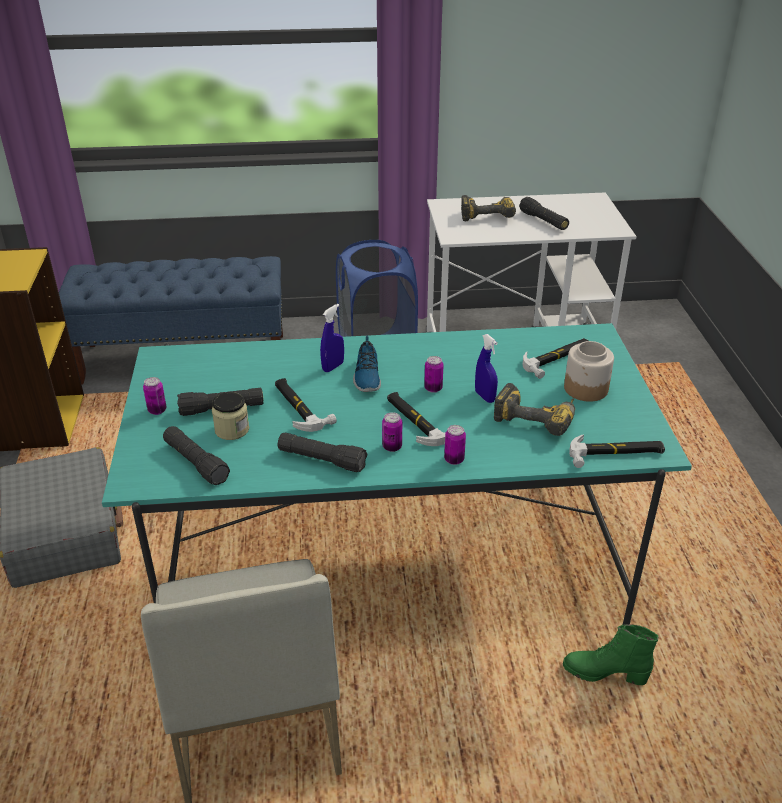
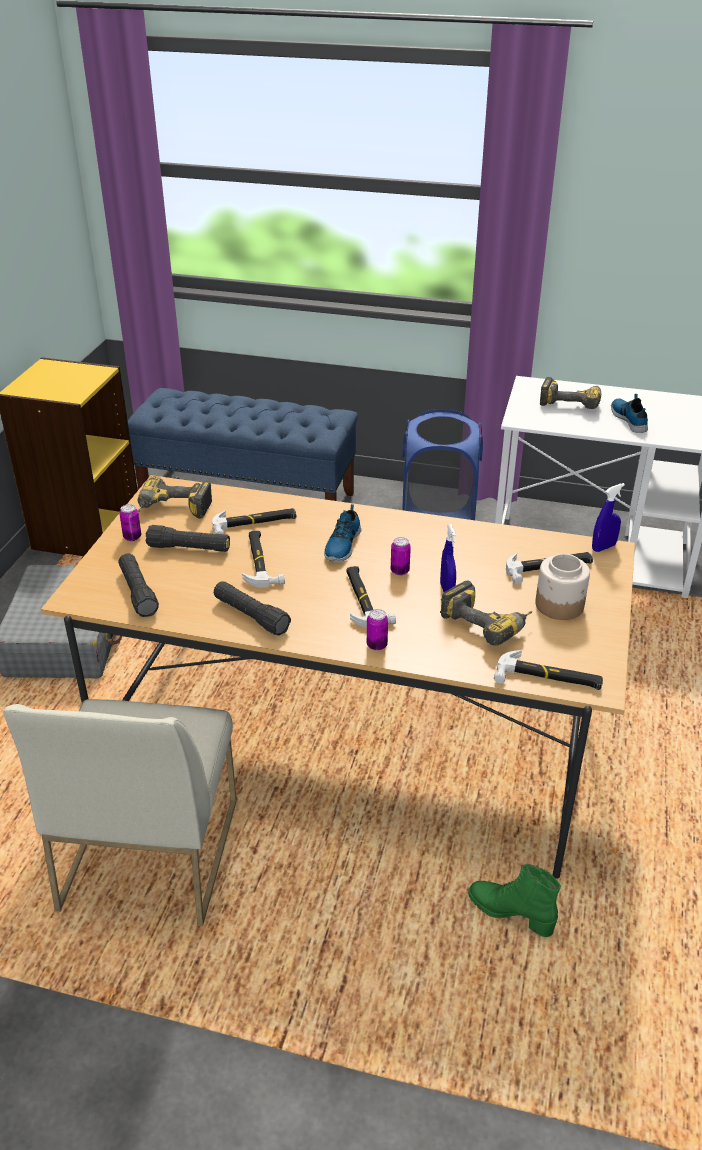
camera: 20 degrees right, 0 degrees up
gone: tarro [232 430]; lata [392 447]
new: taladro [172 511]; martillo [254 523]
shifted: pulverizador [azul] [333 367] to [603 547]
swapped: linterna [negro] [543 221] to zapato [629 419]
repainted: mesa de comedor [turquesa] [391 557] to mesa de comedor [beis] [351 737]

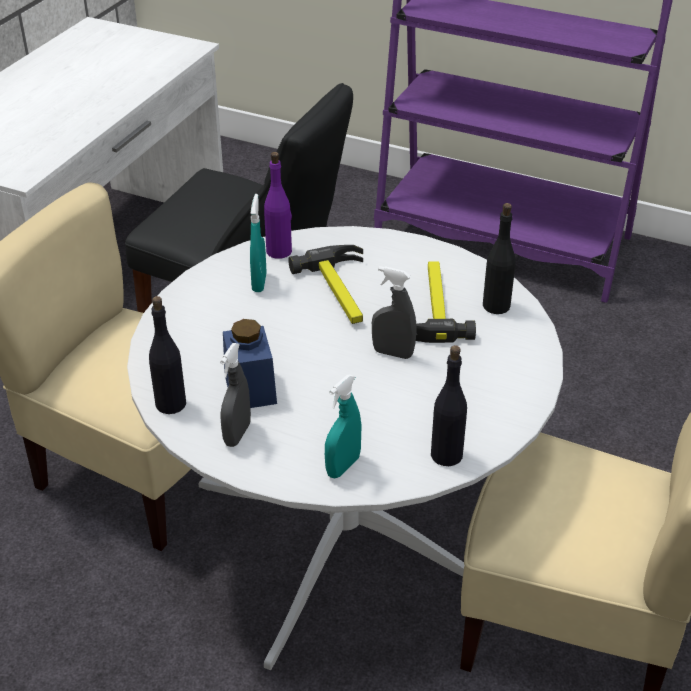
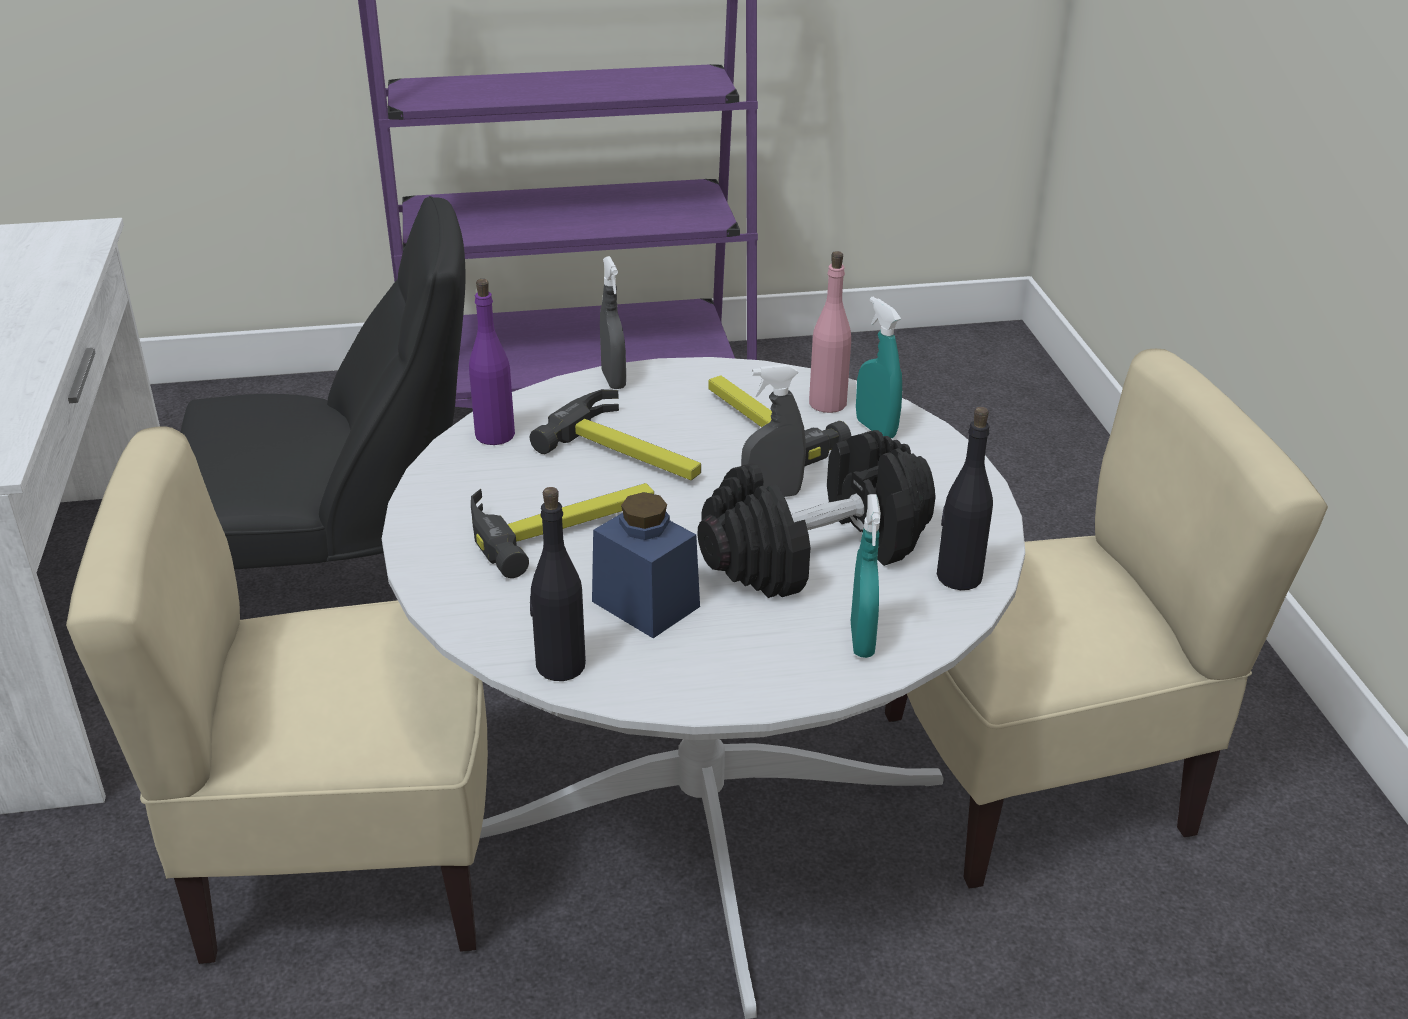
camera: 35 degrees left, 5 degrees down
new: mancuerna [negro] [816 553]; martillo [564 524]
shifted: pulverizador [turquesa] [259 283] to [875 429]; pulverizador [gris] [237 434] to [613 380]
repainted: botella [negro] [496 306] to botella [rosa] [827 403]

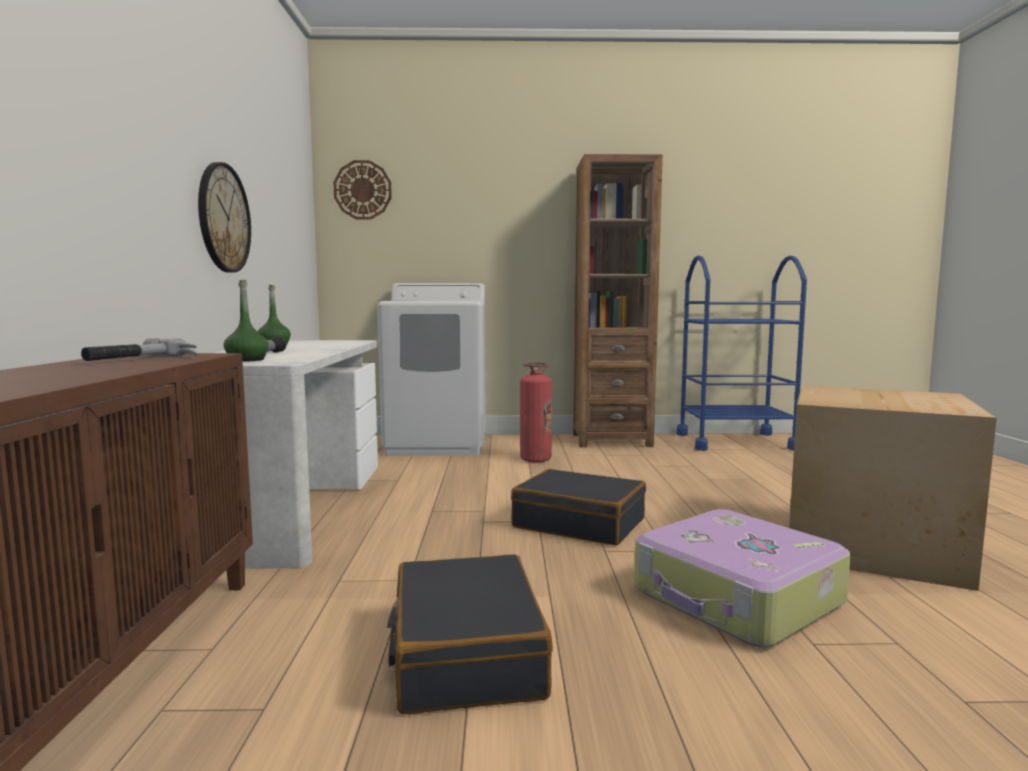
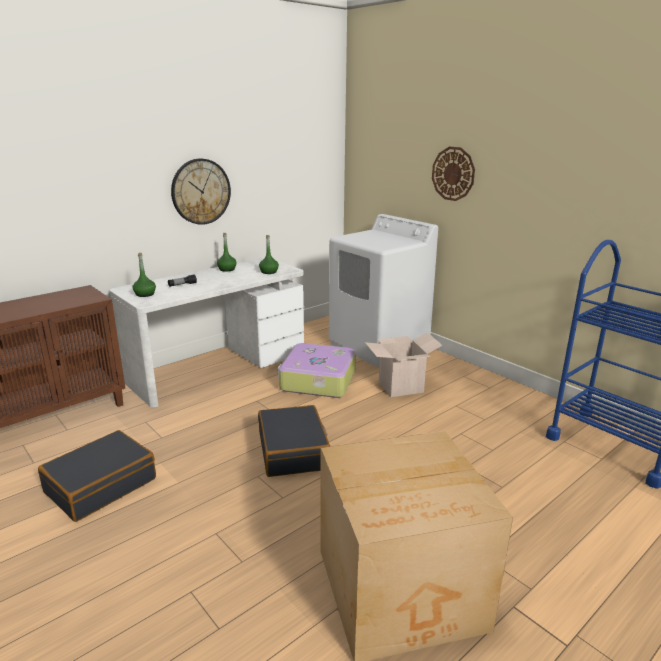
camera: 50 degrees right, 15 degrees up
gone: estantería [marrón] [611 440]; martillo [142 360]
new: botella [verde] [269 272]
shifted: reloj de pared [362 190] to [453 173]; maleta [737 598] to [317 380]
swapped: extintor [535 459] to caja de cartón [400 387]

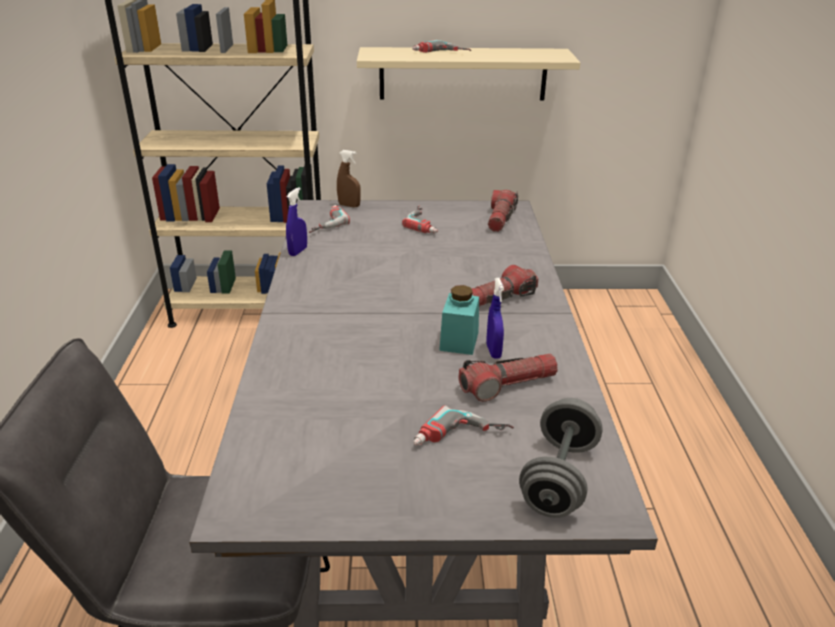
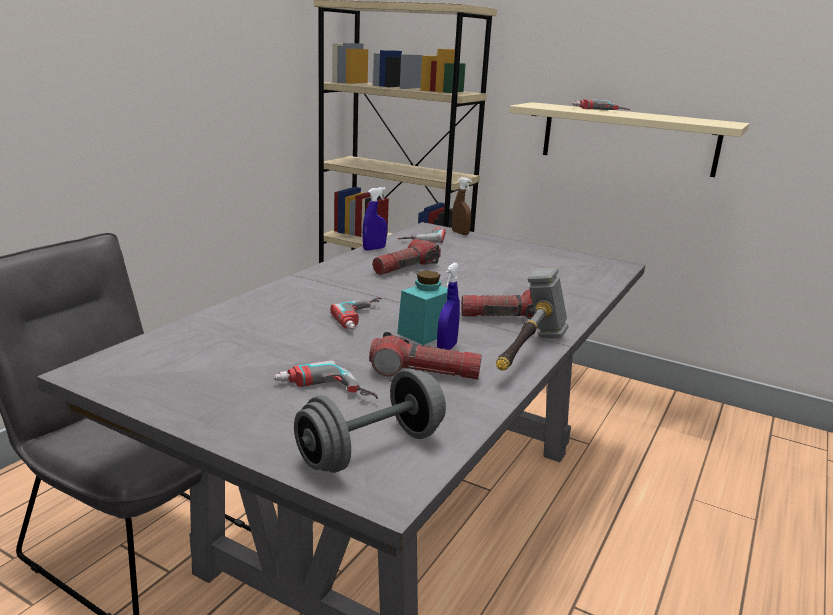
camera: 30 degrees right, 10 degrees down
new: martillo [528 354]
shifted: linterna [500 219] to [406 268]; taladro [426 223] to [365 318]

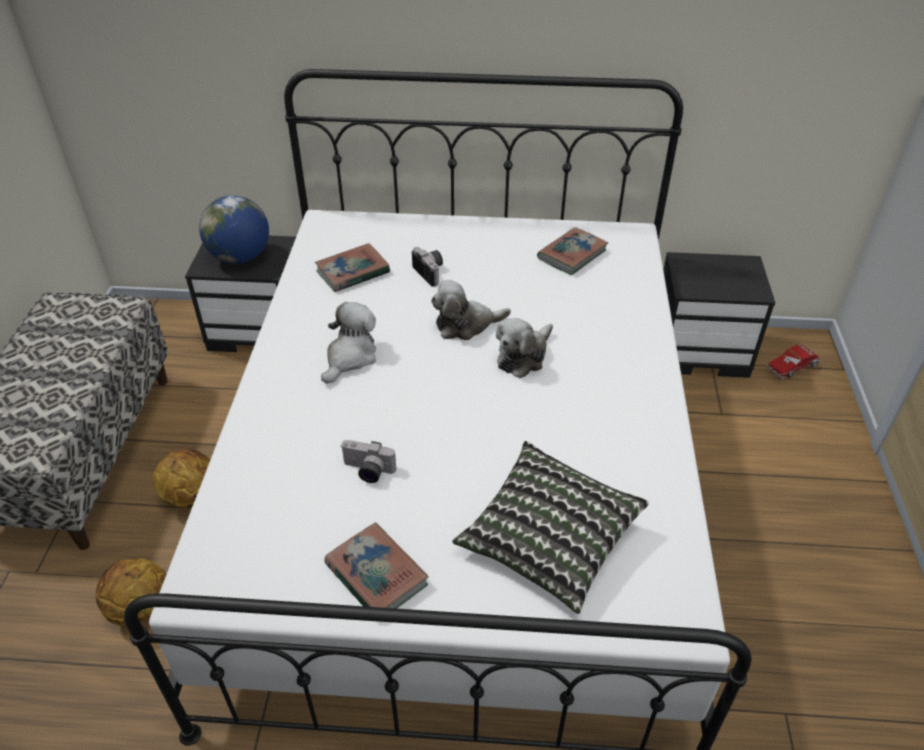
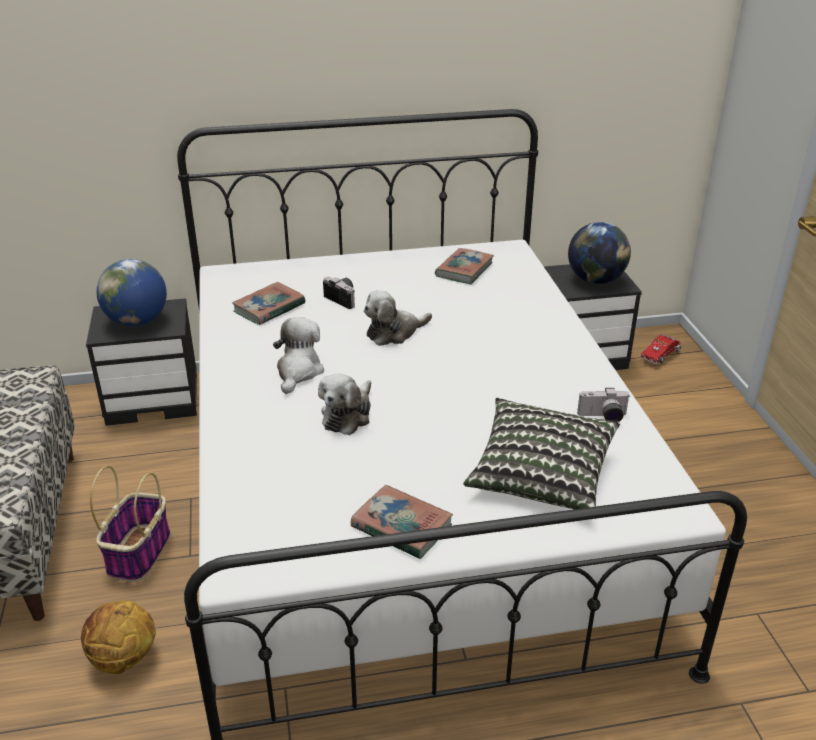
camera: 15 degrees left, 10 degrees down
new: globo terráqueo [595 280]
shifted: peluche [523 356] to [348 415]; cámara [367 471] to [603 417]
swapped: balón de baloncesto [191 496] to cesta [139 552]

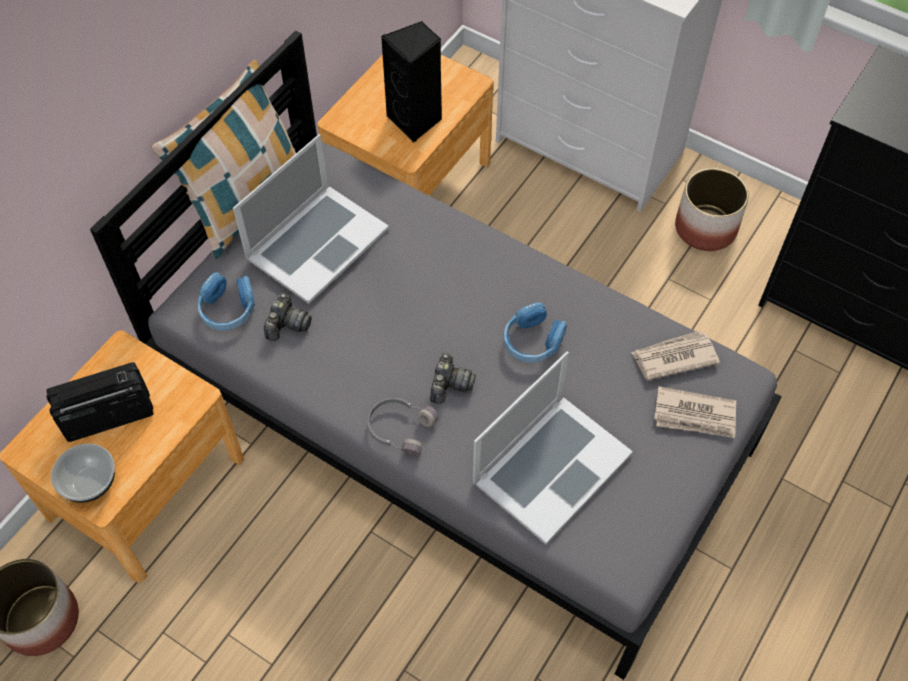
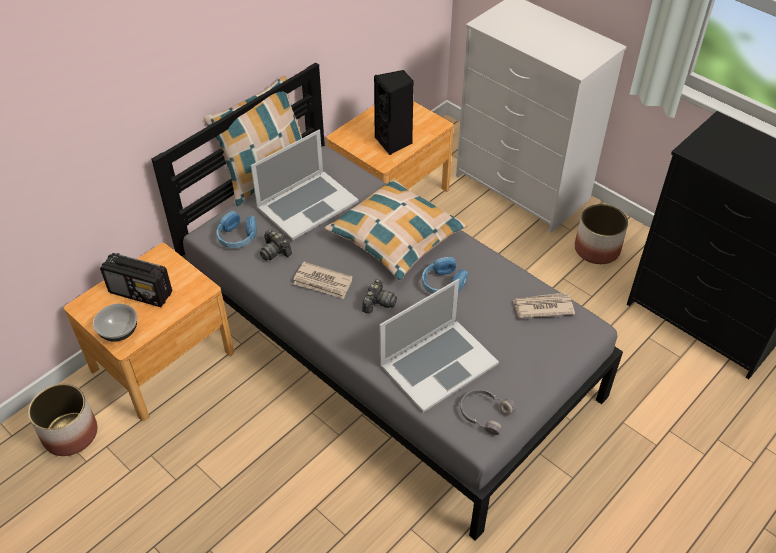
camera: 10 degrees right, 10 degrees down
new: cojín [396 236]
shifted: periódico [695 415] to [323 282]; auriculares [gris] [400 428] to [484 413]
rotated: cámara [287 325] = [275 251] 105 degrees clockwise; radio [107 416] = [141 293] 150 degrees counterclockwise

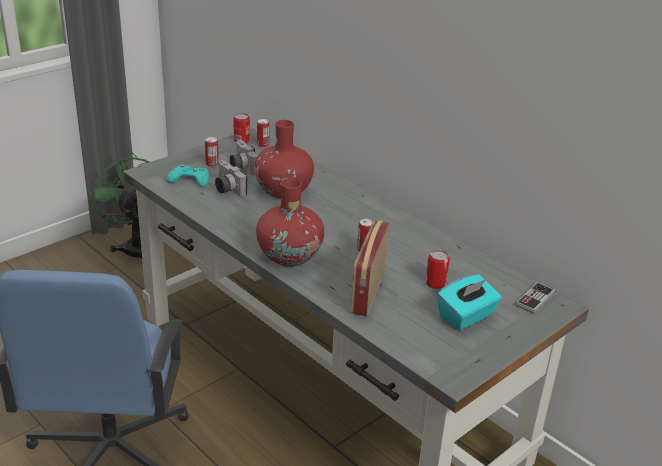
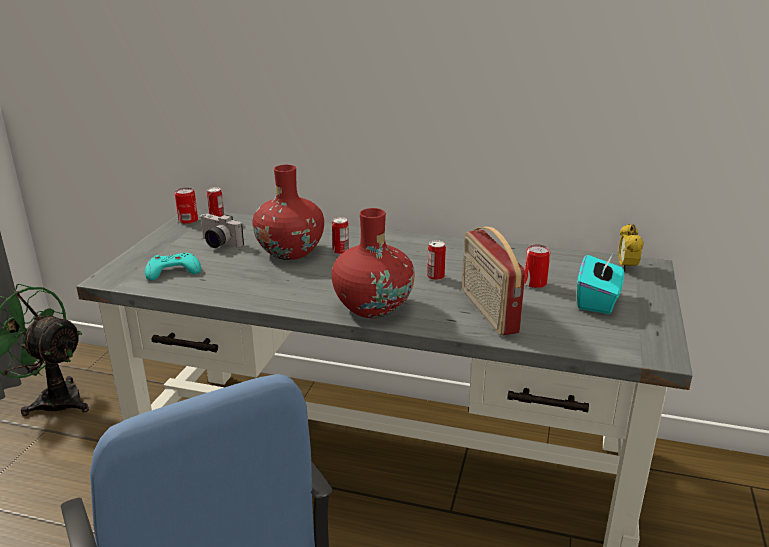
camera: 30 degrees left, 5 degrees down
gone: cámara [226 189]
shifted: lata [212 164] to [340 251]
swapped: mando de consola [535 299] to despertador [626 267]

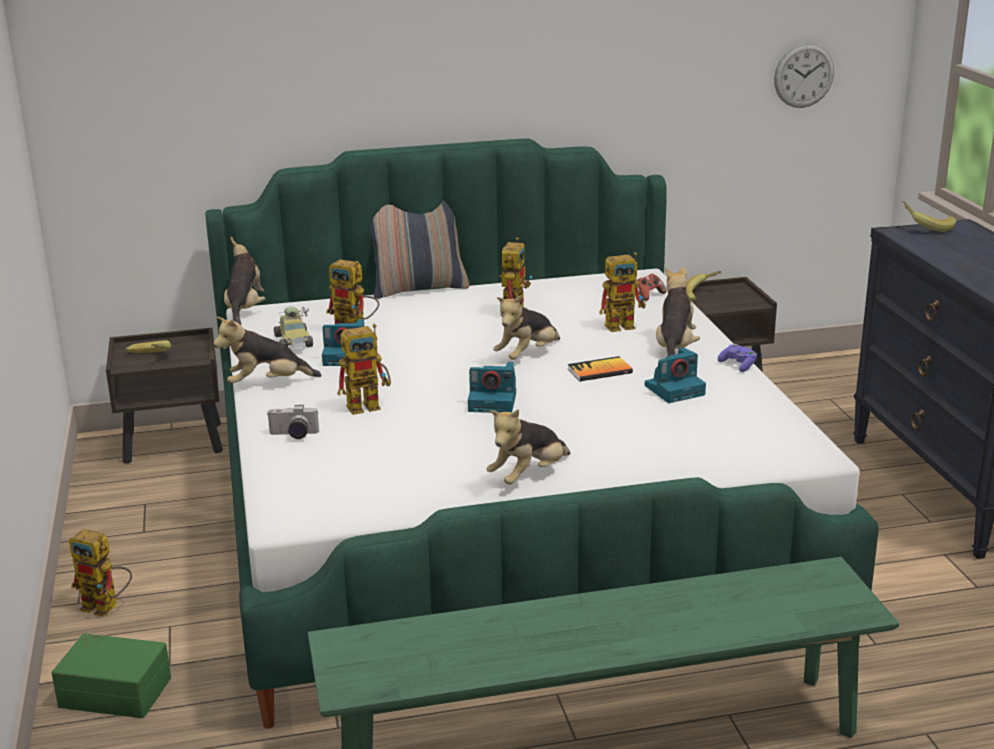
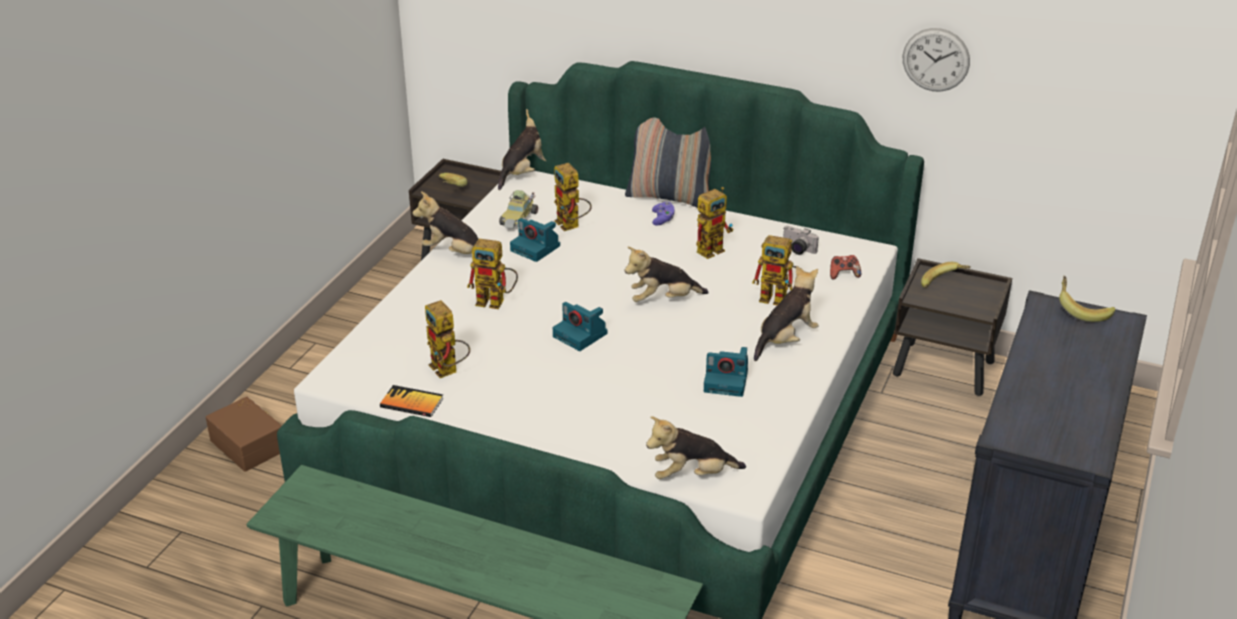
camera: 35 degrees right, 10 degrees up
shifted: reloj de pared [804 75] to [936 59]; mando de consola [morado] [738 365] to [663 219]; libro [599 371] to [411 403]; cámara [293 435] to [797 250]; peluche [528 476] to [692 475]; robot de juguete [107 607] to [448 371]
repainted: caja de almacenaje [verde] [116 690] to caja de almacenaje [marrón] [249 444]

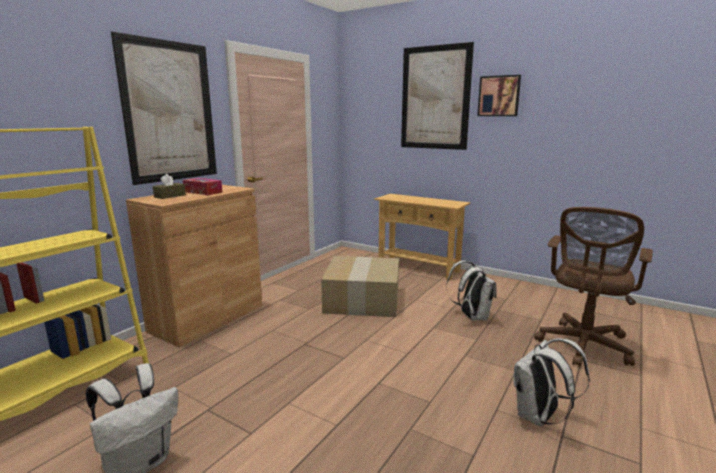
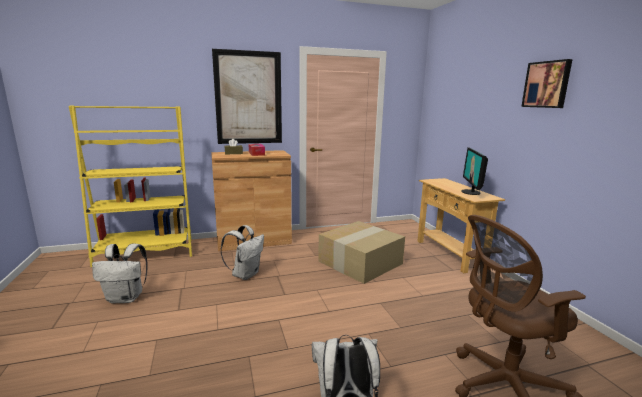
camera: 40 degrees right, 0 degrees up
gone: cuadro [435 98]
new: monitor [471 192]
shifted: mochila [blanco] [471 316] to [245 274]

